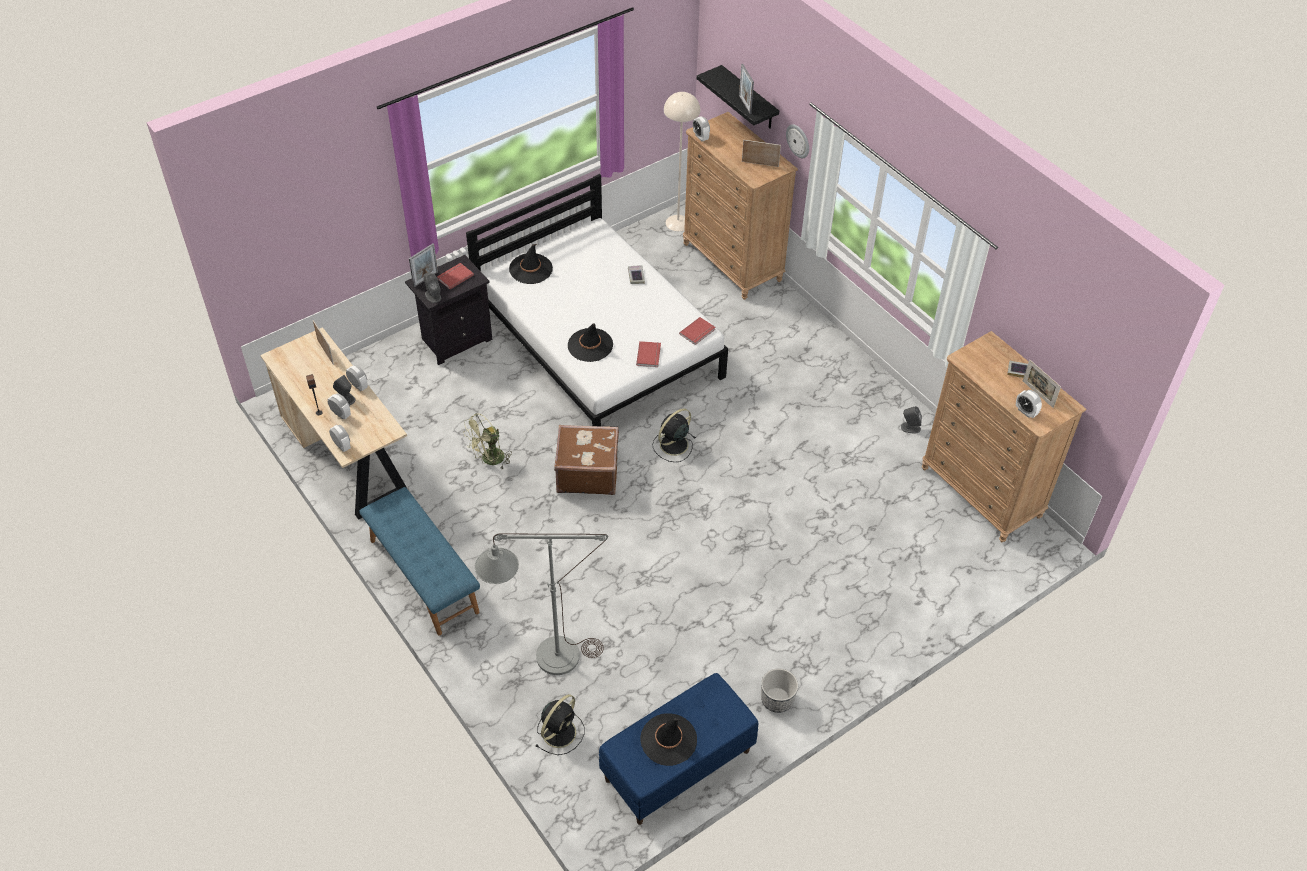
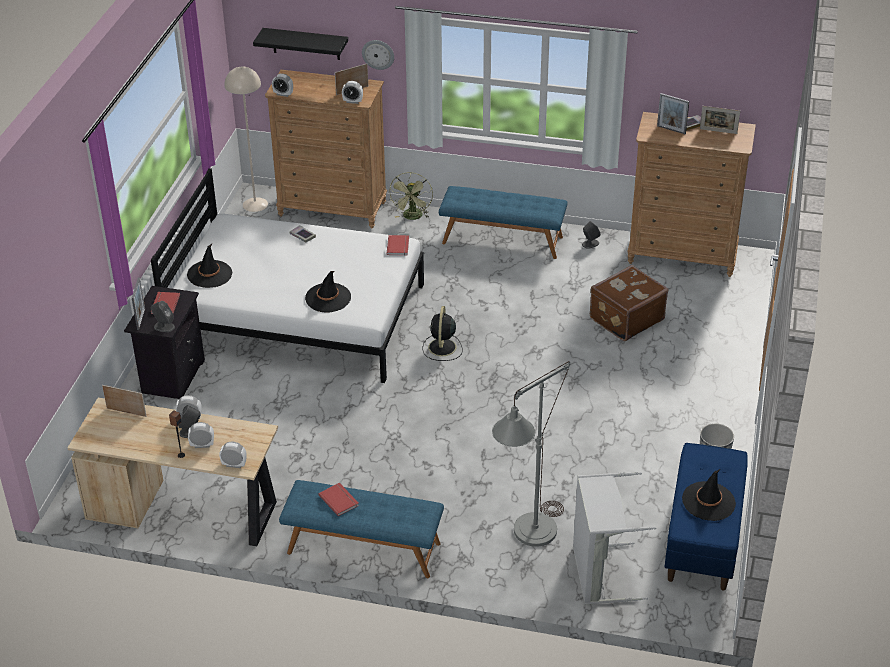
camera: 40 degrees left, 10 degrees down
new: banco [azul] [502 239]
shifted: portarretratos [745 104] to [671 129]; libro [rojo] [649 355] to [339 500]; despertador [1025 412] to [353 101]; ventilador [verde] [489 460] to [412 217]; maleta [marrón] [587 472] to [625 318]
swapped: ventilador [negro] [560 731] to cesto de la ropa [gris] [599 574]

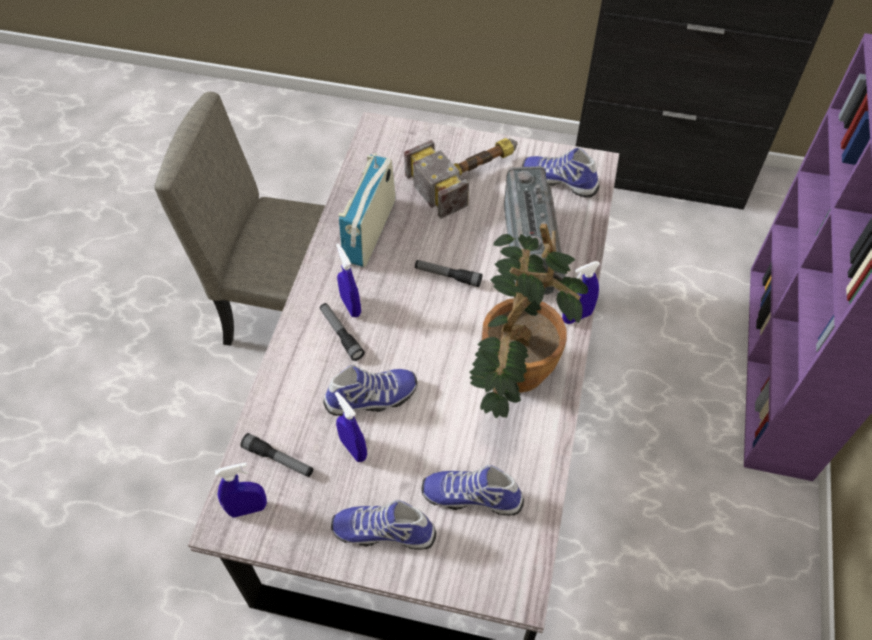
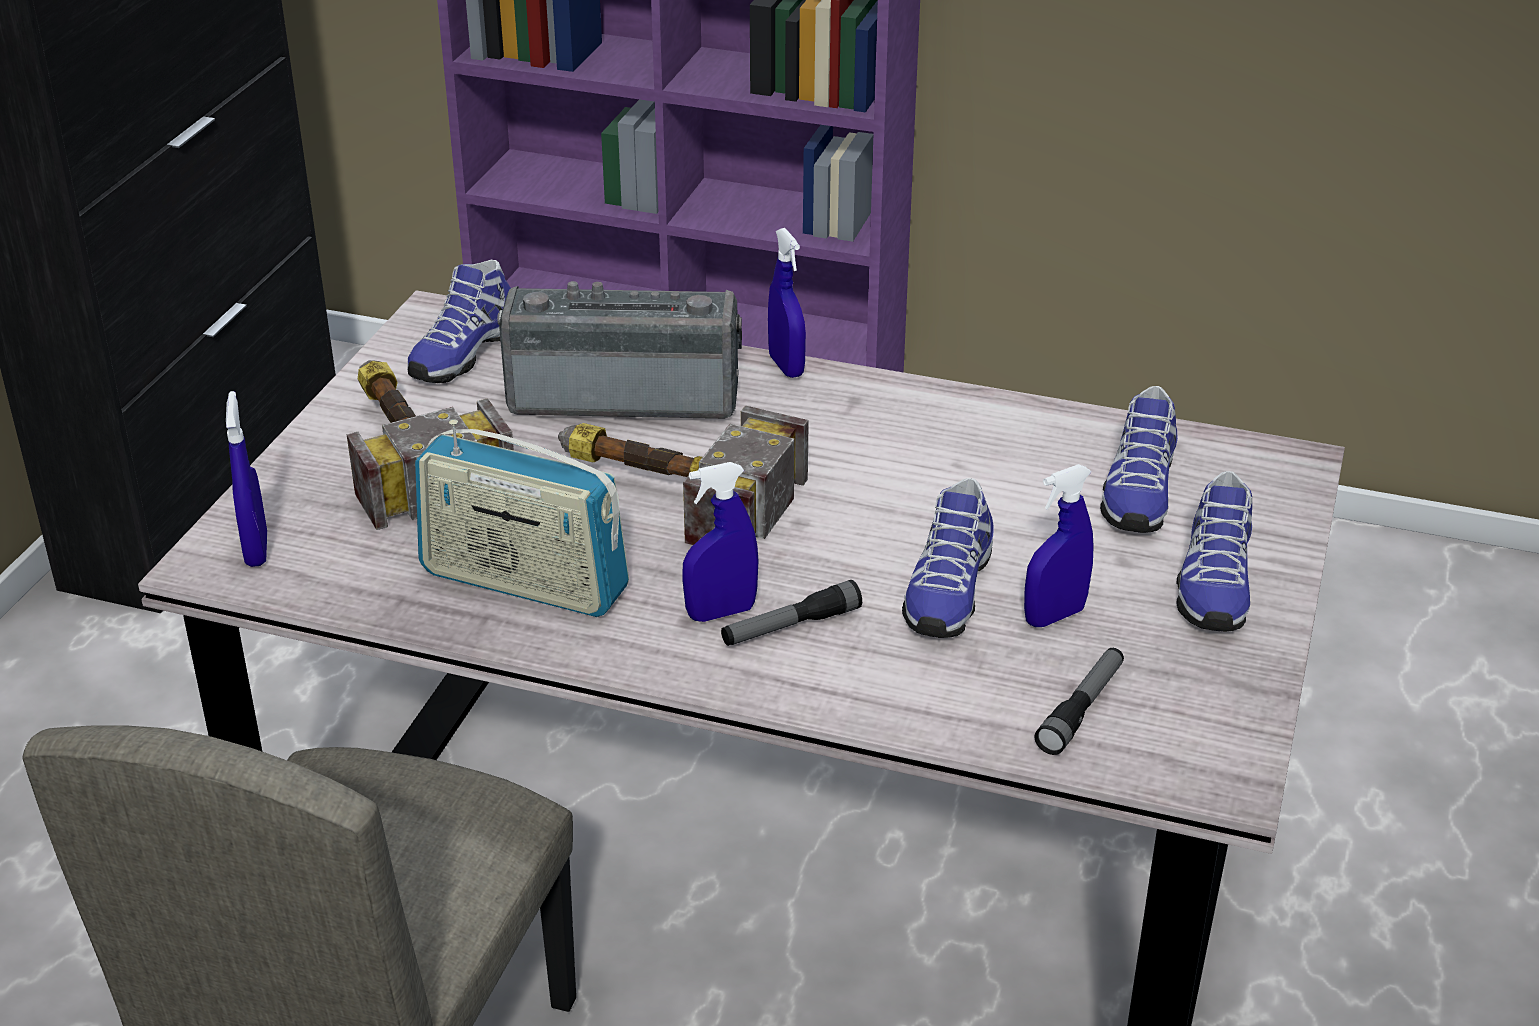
camera: 85 degrees left, 20 degrees down
gone: planta en maceta [510 380]
shifted: pulverizador [azul] [247 509] to [256 550]
swapped: linterna [447 276] to martillo [668 491]
rotated: zapato [371 399] = [946 592] 150 degrees counterclockwise

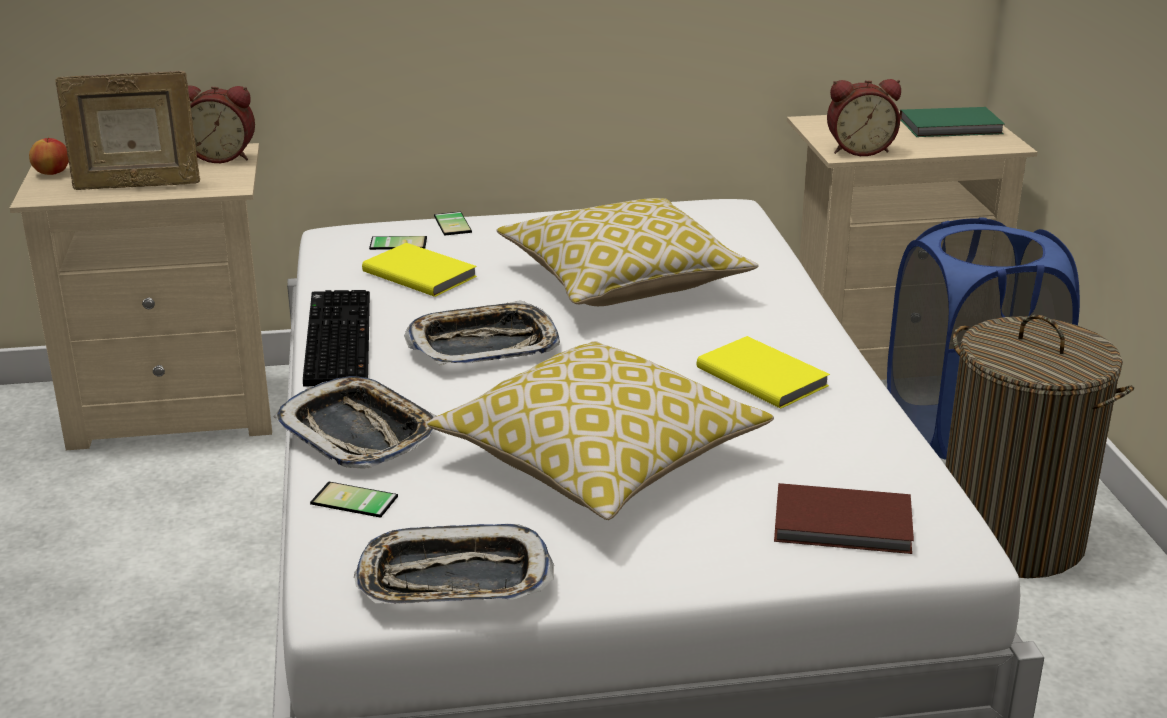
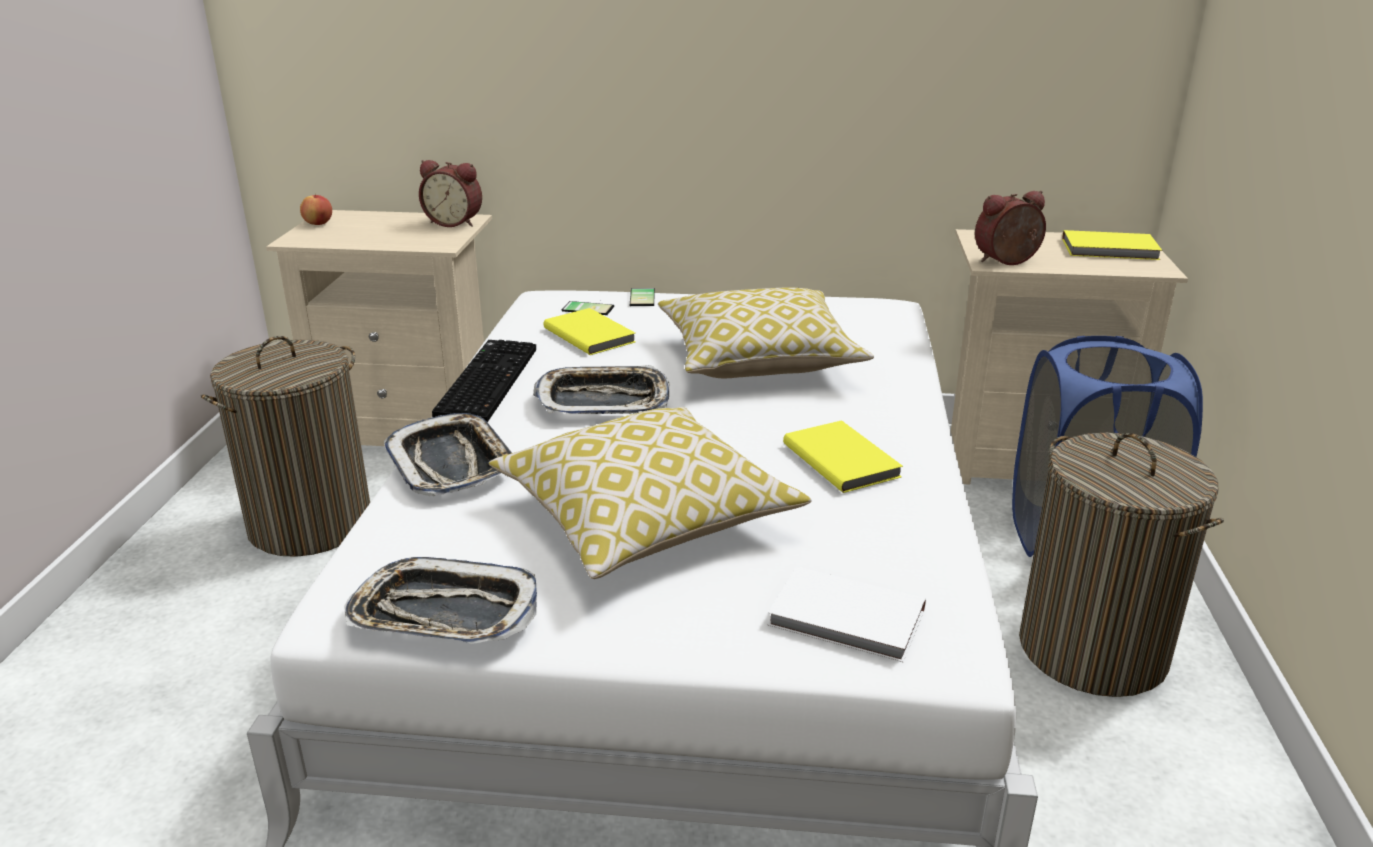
camera: 15 degrees right, 0 degrees up
gone: portarretratos [136 185]; móvil [352 502]
new: cesto de la ropa [310 523]
repainted: libro [verde] [952 127] to libro [amarillo] [1111 250]; libro [marrón] [844 525] to libro [blanco] [847 620]
rotated: despertador [859 150] = [1008 262] 150 degrees clockwise

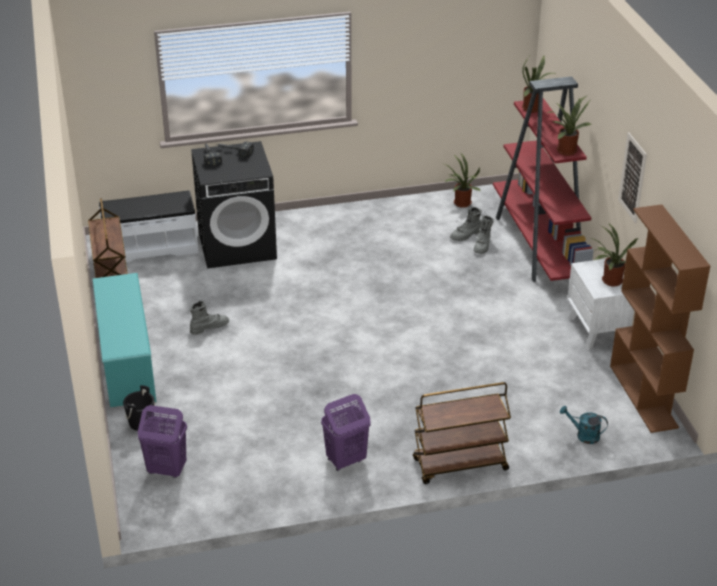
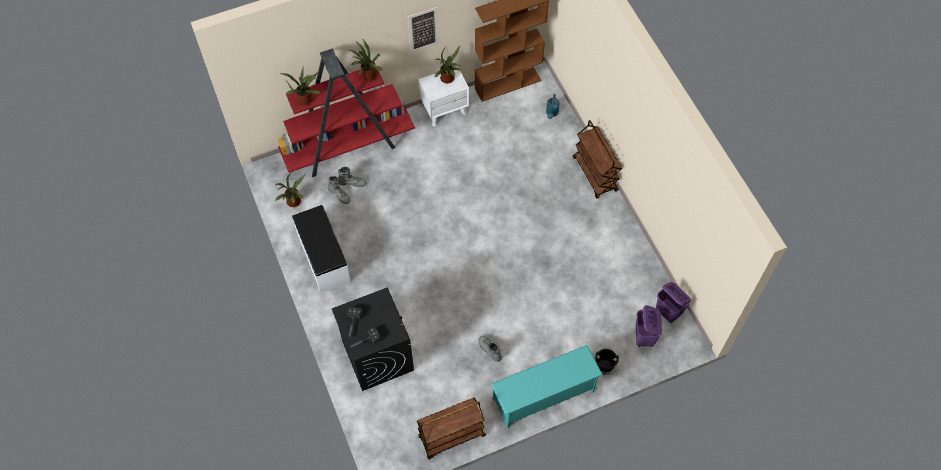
camera: 100 degrees left, 25 degrees up
shifted: banco [blanco] [151 247] to [323 258]; cesto de la ropa [morado] [345 460] to [668 313]

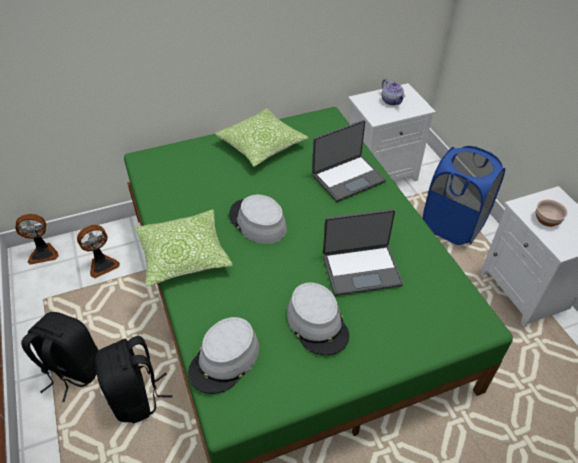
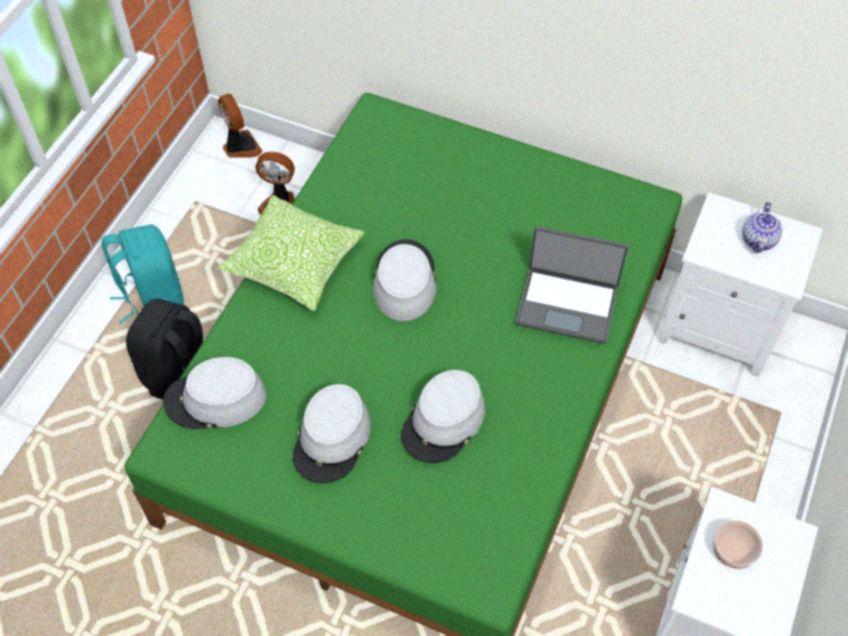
camera: 45 degrees right, 10 degrees up
gone: cojín [261 145]; cesto de la ropa [azul] [453 225]
swapped: portátil [361 269] to sombrero [gris] [444 422]
repainted: mochila [negro] [72 370] to mochila [turquesa] [153 298]
rotated: ventilador [43 253] = [240 147] 150 degrees counterclockwise

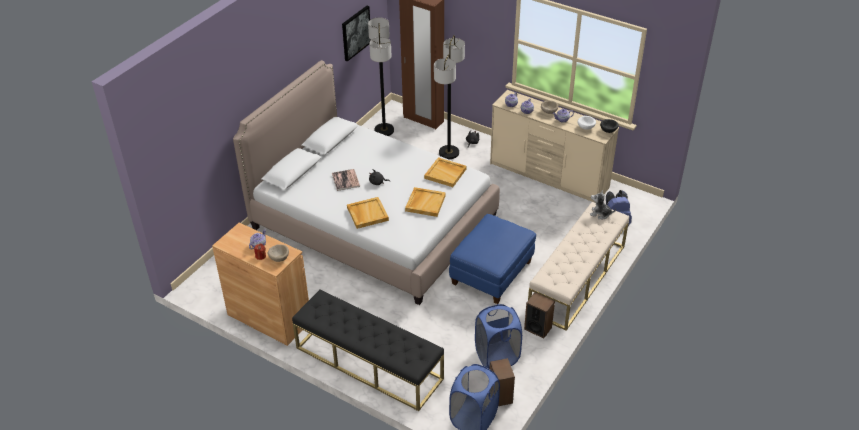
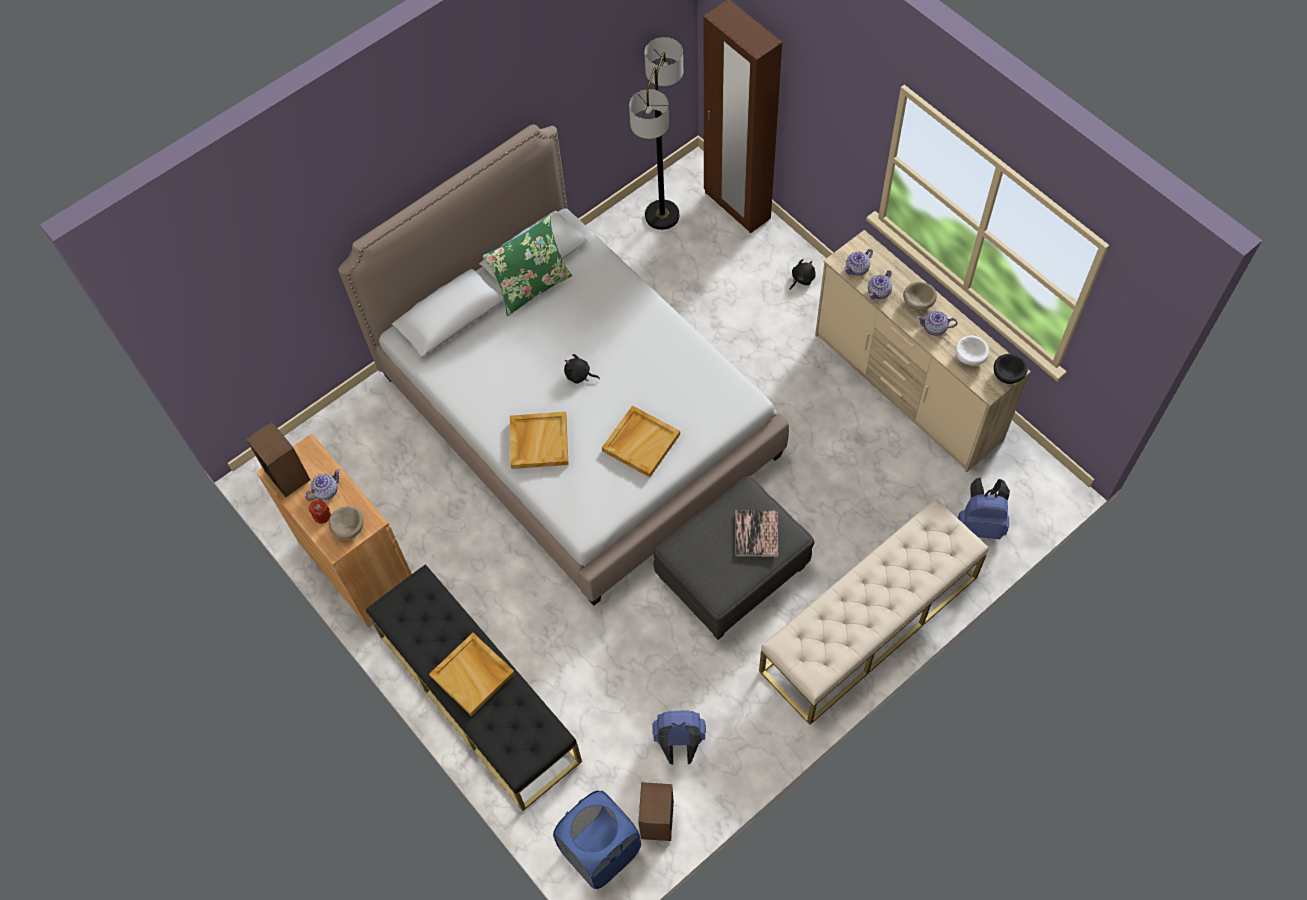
camera: 20 degrees right, 20 degrees up
gone: cuadro [355 33]; lámpara de pie [448 153]; peluche [600 214]
new: cojín [verde] [532 287]
shifted: bandeja [beis] [445 173] to [473 675]; libro [345 180] to [756 534]; altavoz [538 328] to [287 475]
swapped: cesto de la ropa [azul] [497 356] to mochila [azul] [679 743]
repainted: puf [azul] [492 273] to puf [gris] [732 572]

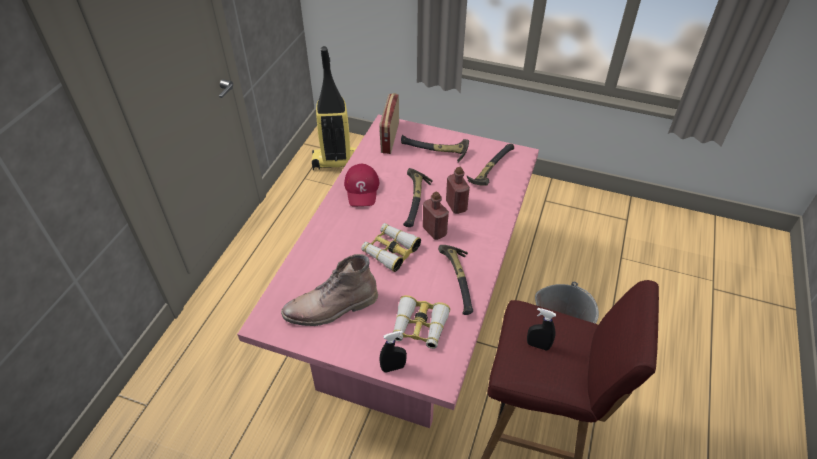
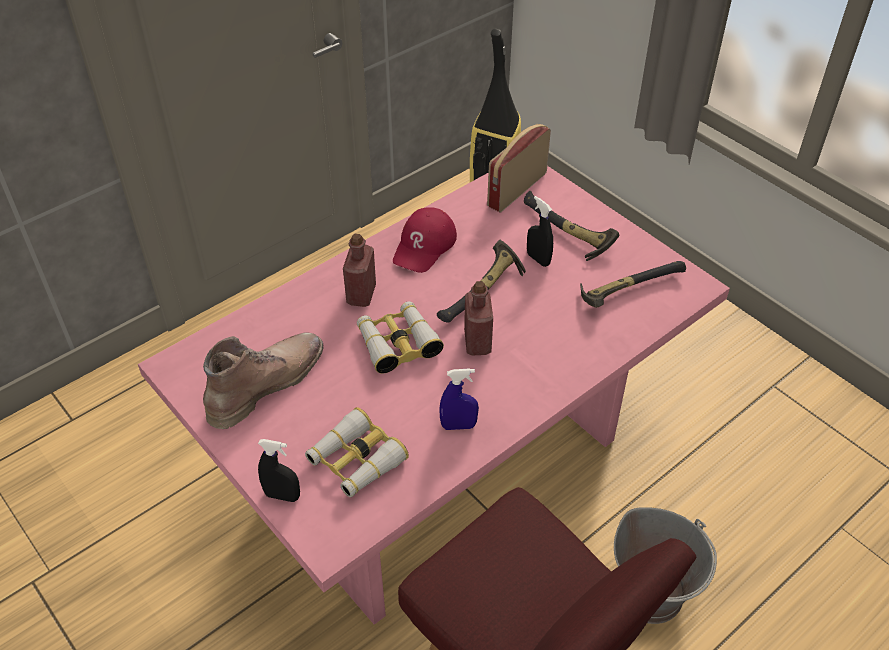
camera: 30 degrees right, 0 degrees up
shifted: botella [rojo] [456 206] to [361 294]; pulverizador [negro] [538 345] to [538 259]
swapped: martillo [460 281] to pulverizador [azul] [458 426]
rotated: bota [marrón] [331 308] = [266 383] 120 degrees clockwise

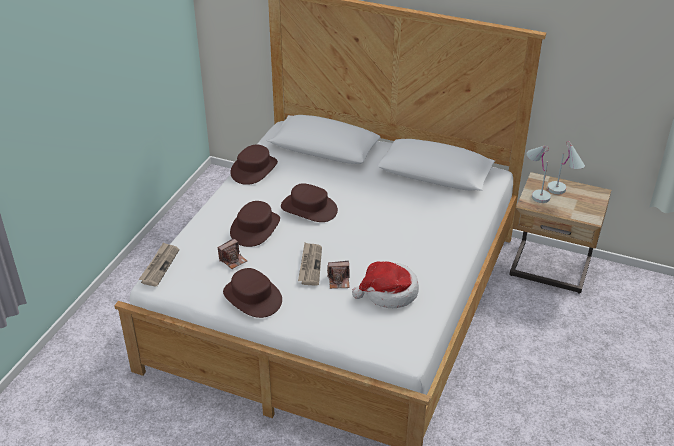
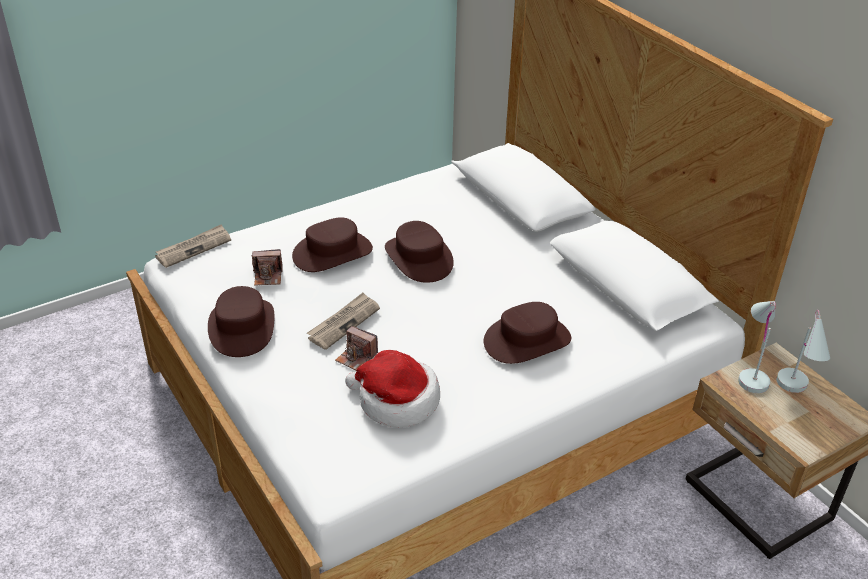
camera: 35 degrees right, 0 degrees up
shifted: sombrero [marrón] [254 169] to [527 340]

